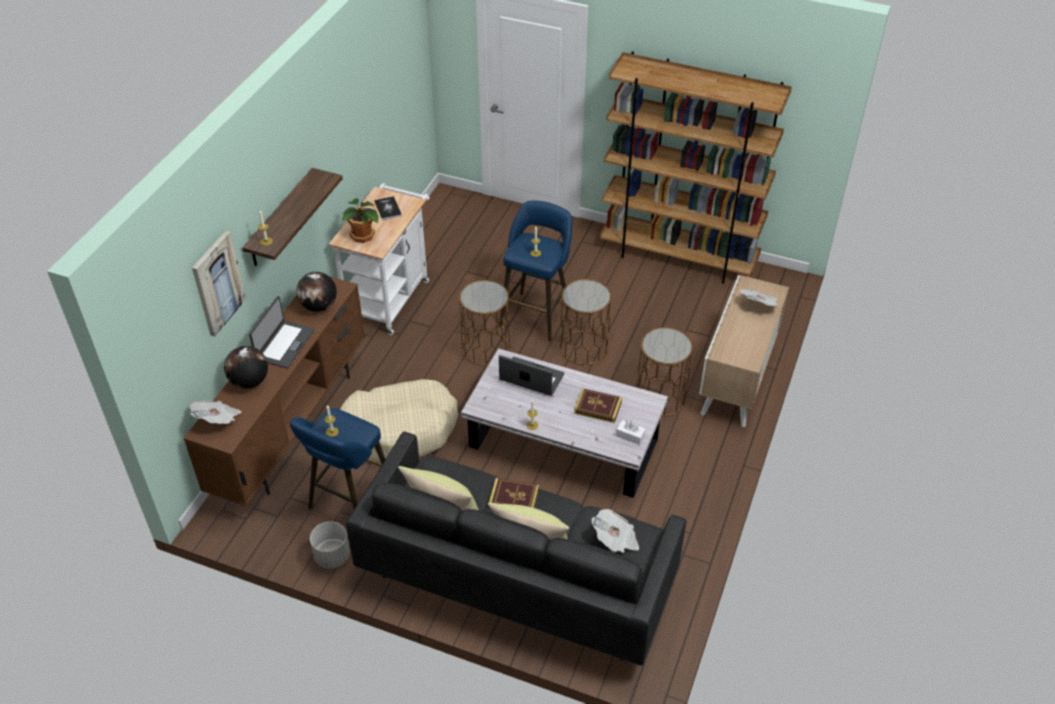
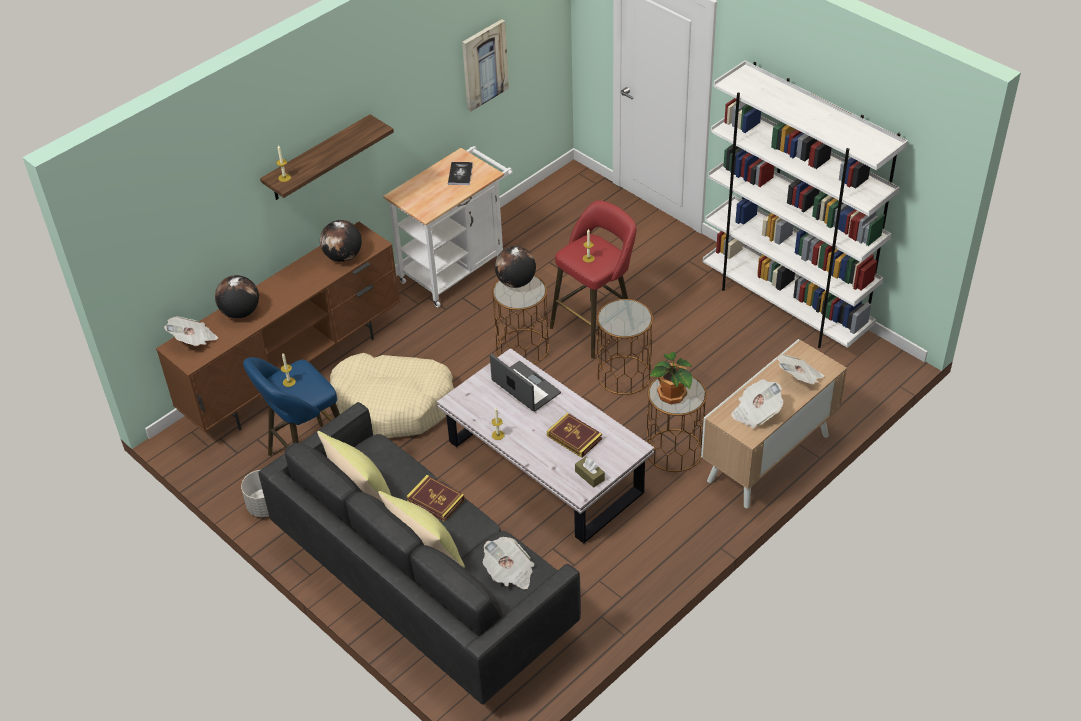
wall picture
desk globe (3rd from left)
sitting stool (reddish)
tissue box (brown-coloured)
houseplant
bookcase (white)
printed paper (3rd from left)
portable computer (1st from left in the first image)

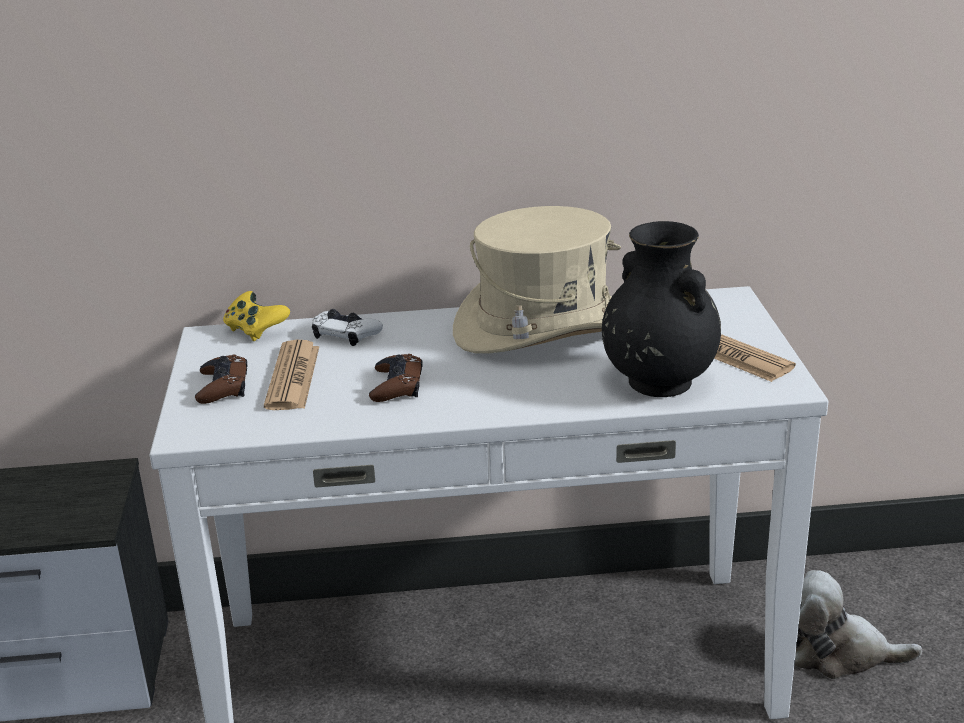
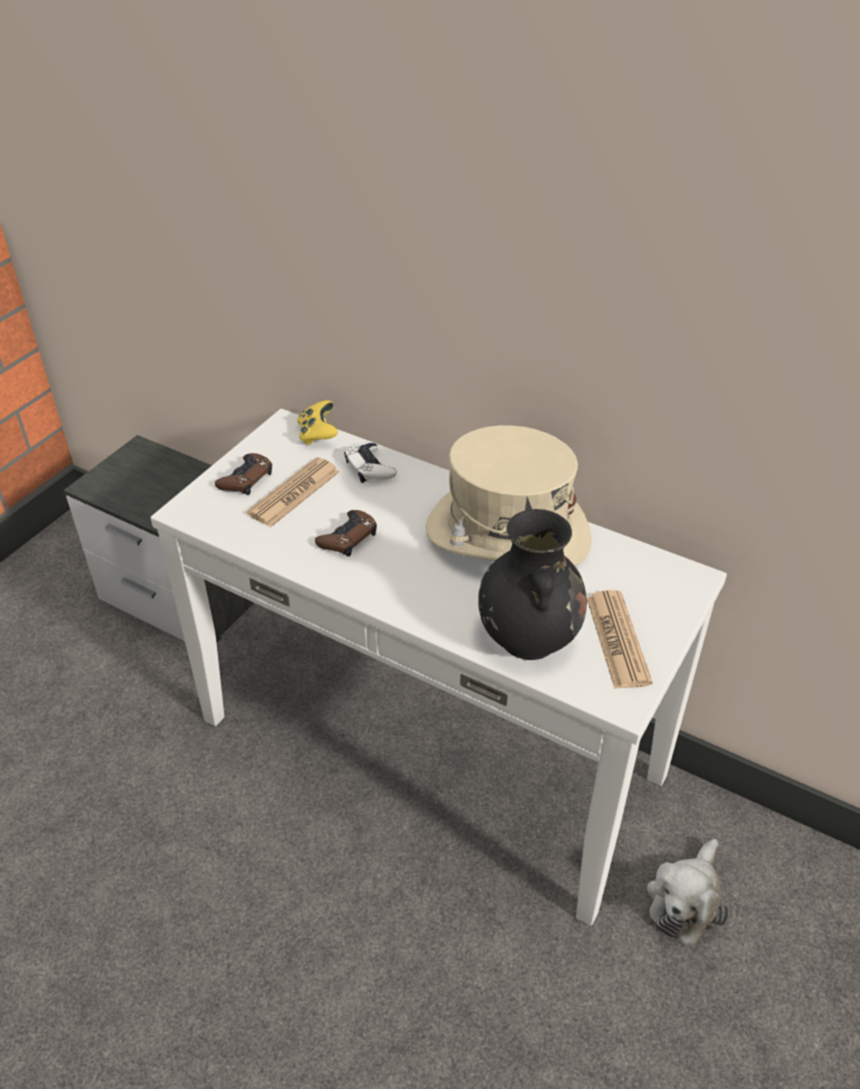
soft toy

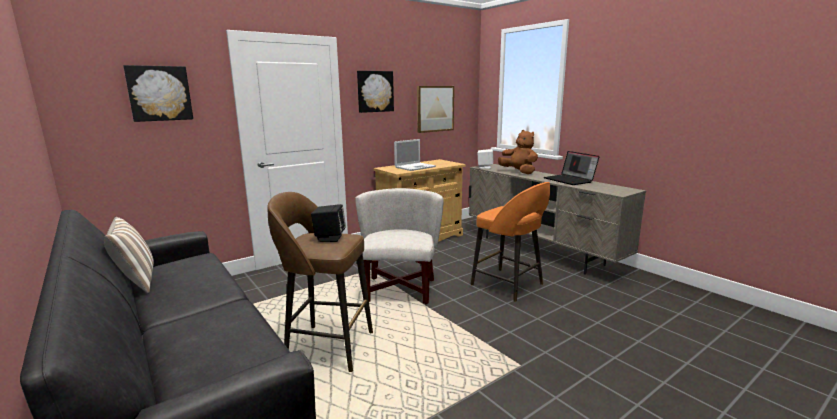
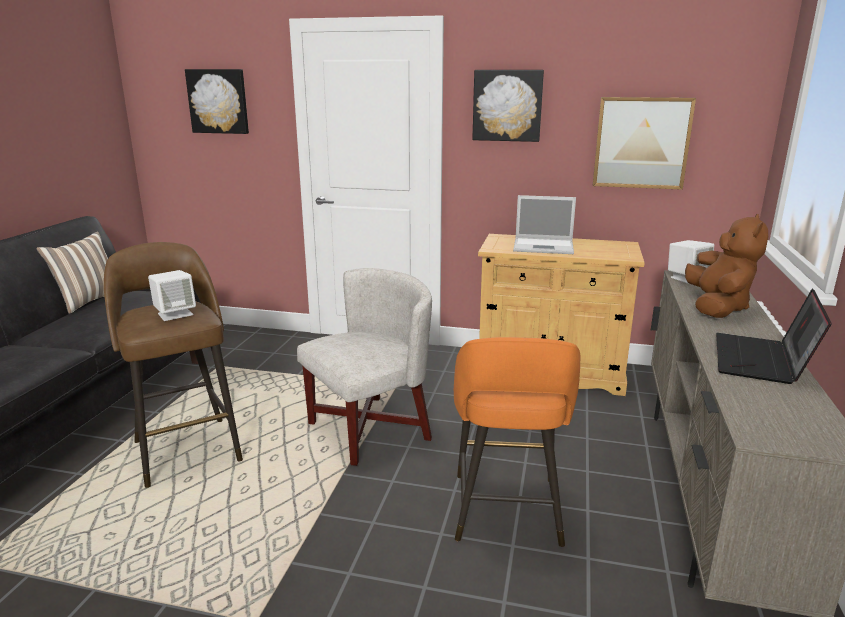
speaker (white) (1st from left)

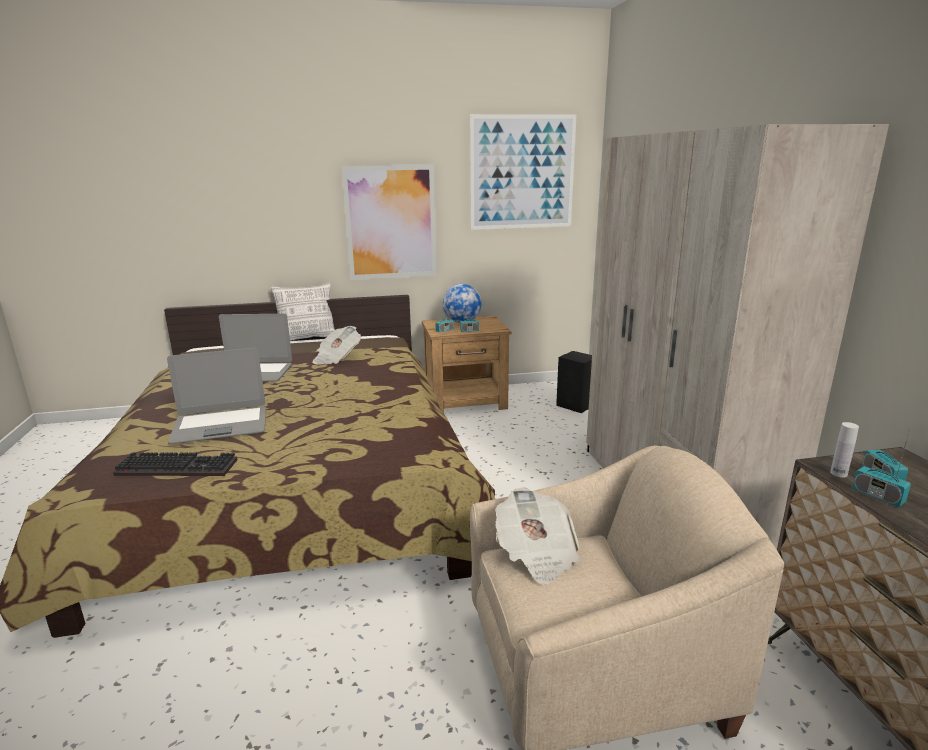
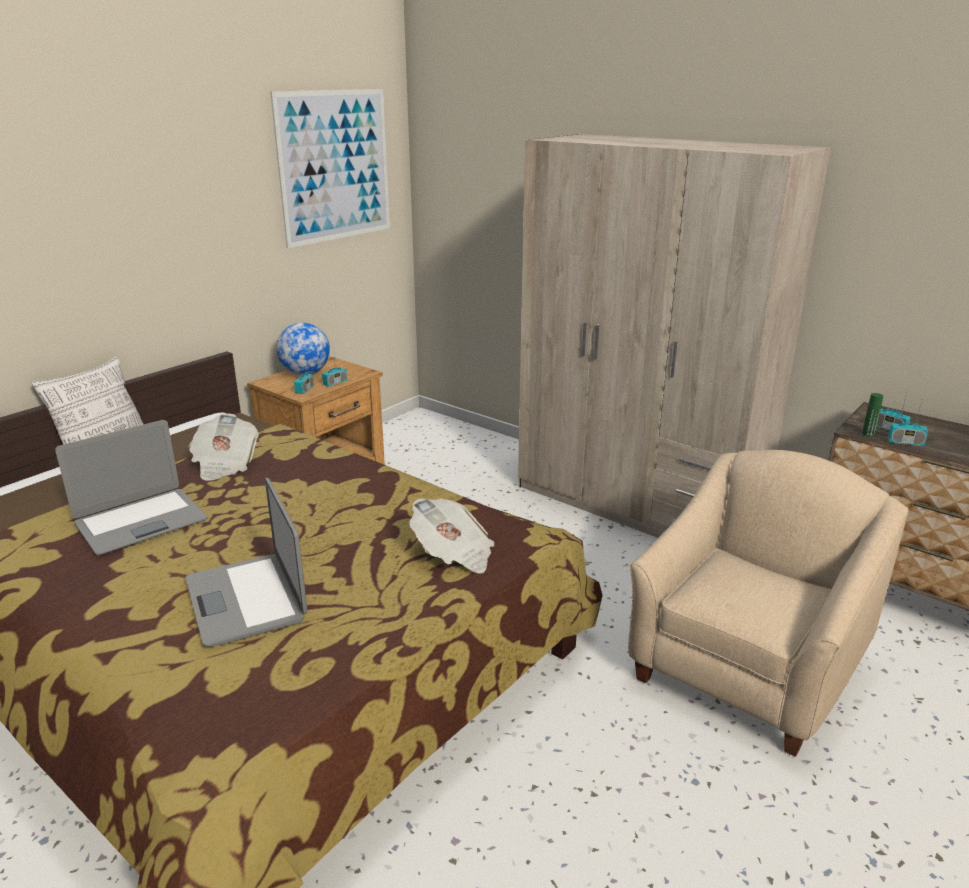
portable computer (2nd from left)
printed paper (2nd from left)
beverage bottle (greenish)
computer keyboard
wall picture (1st from left in the first image)
speaker (blackish)

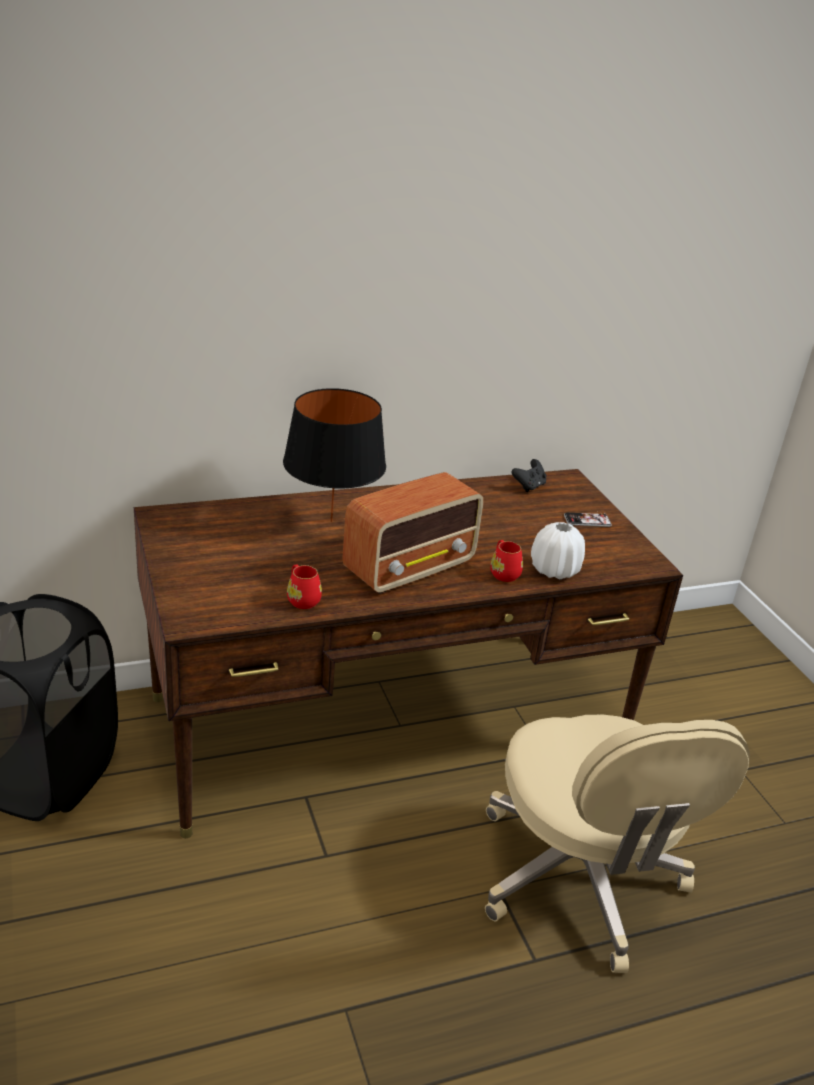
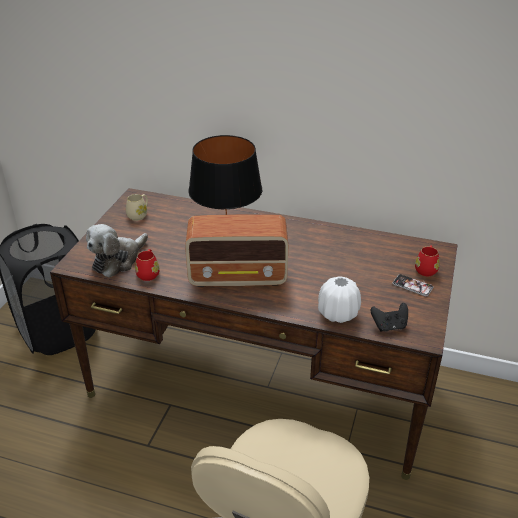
soft toy
mug (beige-coloured)
game controller (blackish)
mug (reddish) (2nd from left)

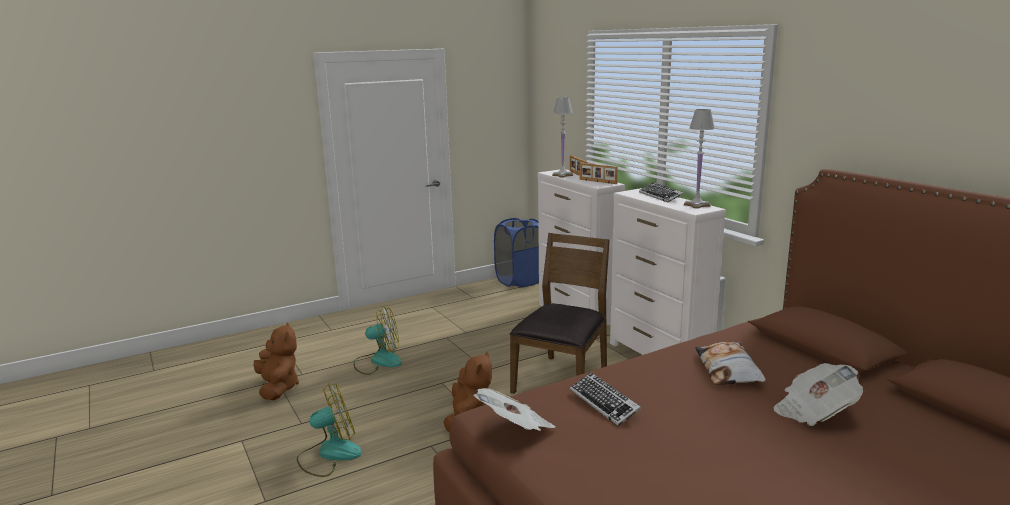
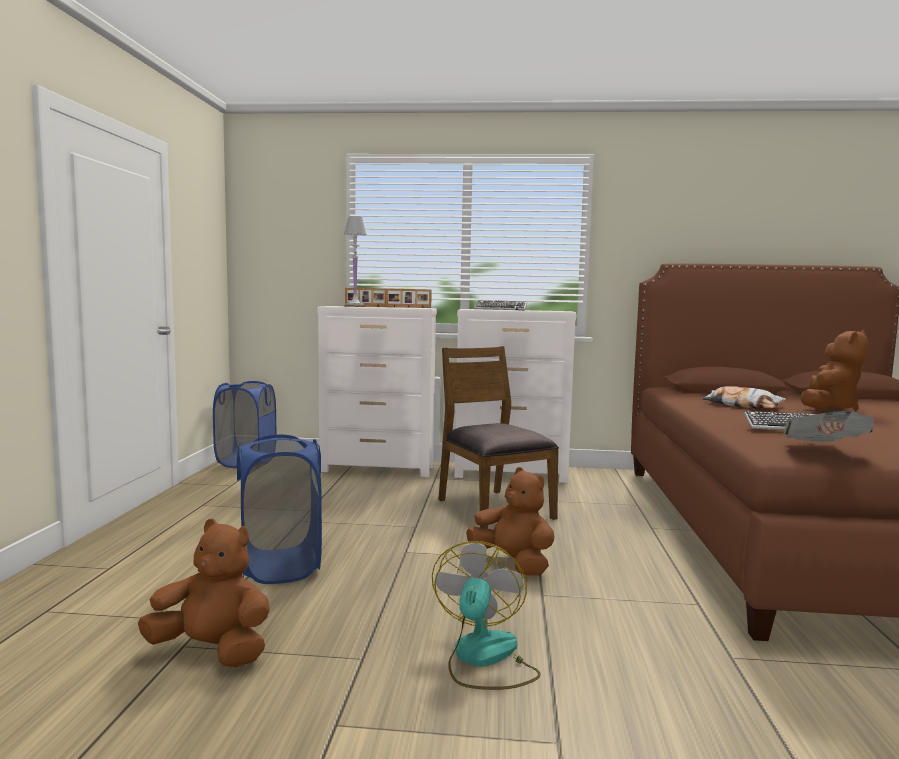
hamper (blue-coloured) (2nd from left)
soft toy (brown-coloured) (3rd from left)
lamp for a table (white) (2nd from left in the first image)

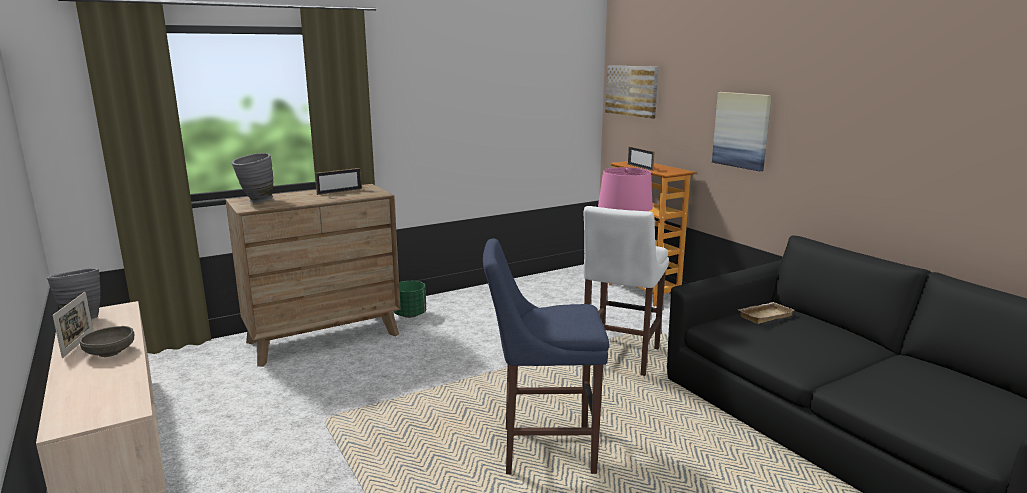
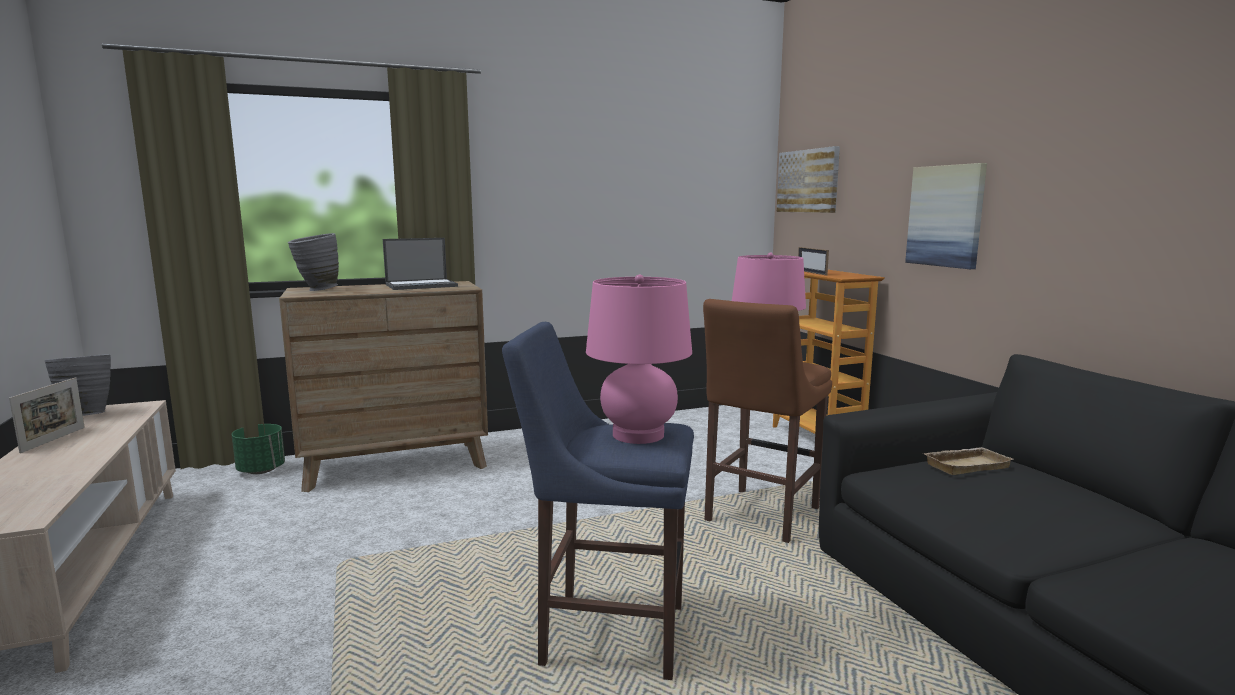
plant pot (greenish)
portable computer
lamp for a table (pink-coloured) (1st from left)
sitting stool (brown-coloured)
serving bowl (greyish)

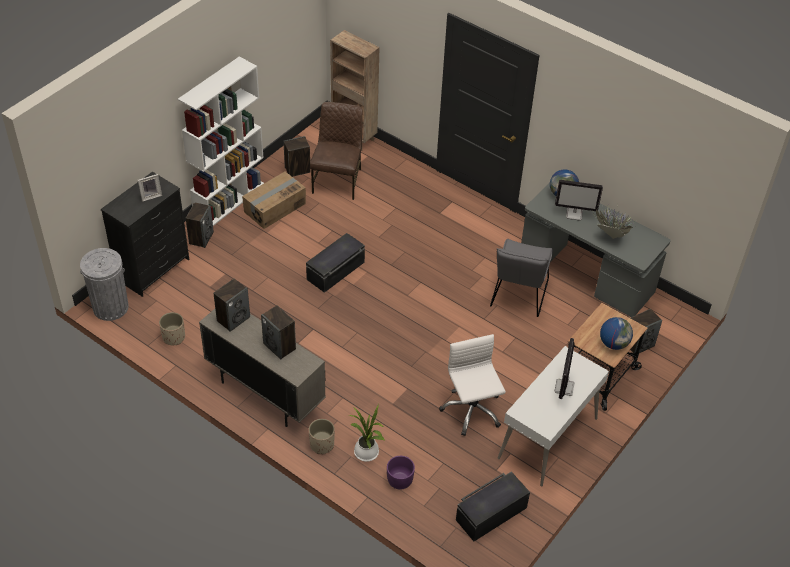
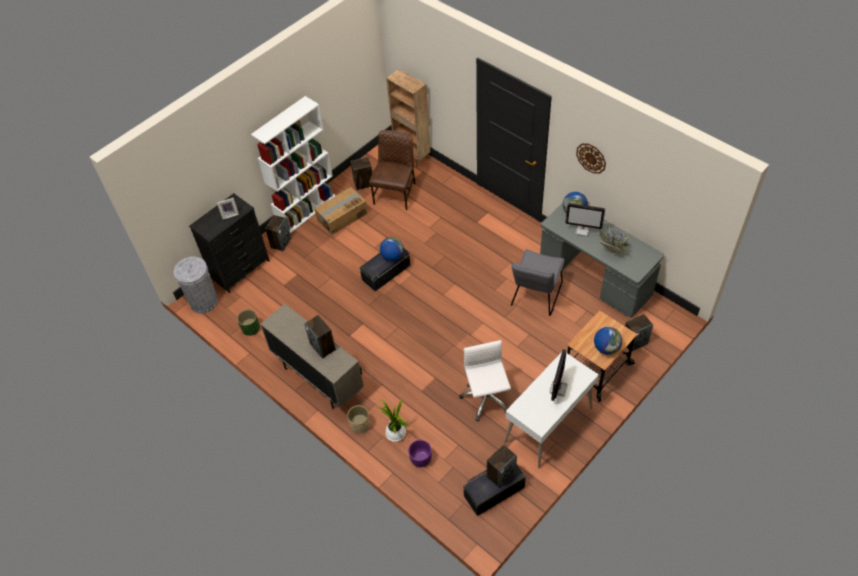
plant pot (greenish)
desk globe (1st from left)
speaker (4th from left)
hanging clock

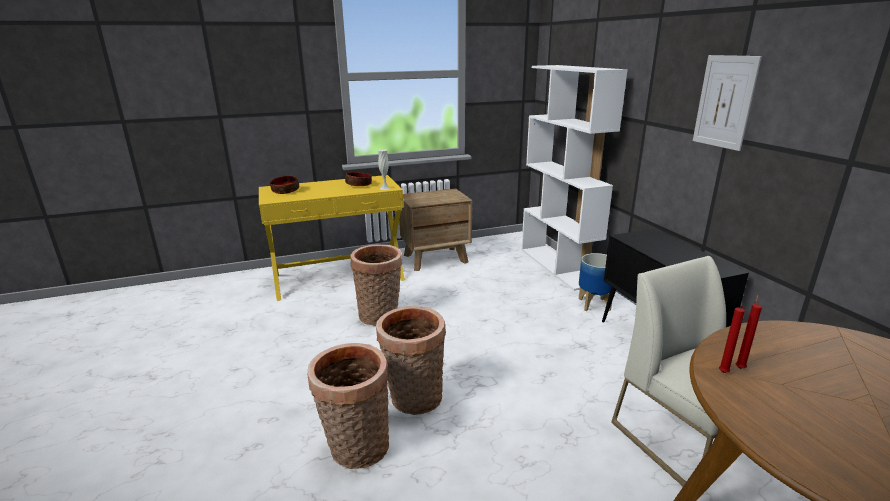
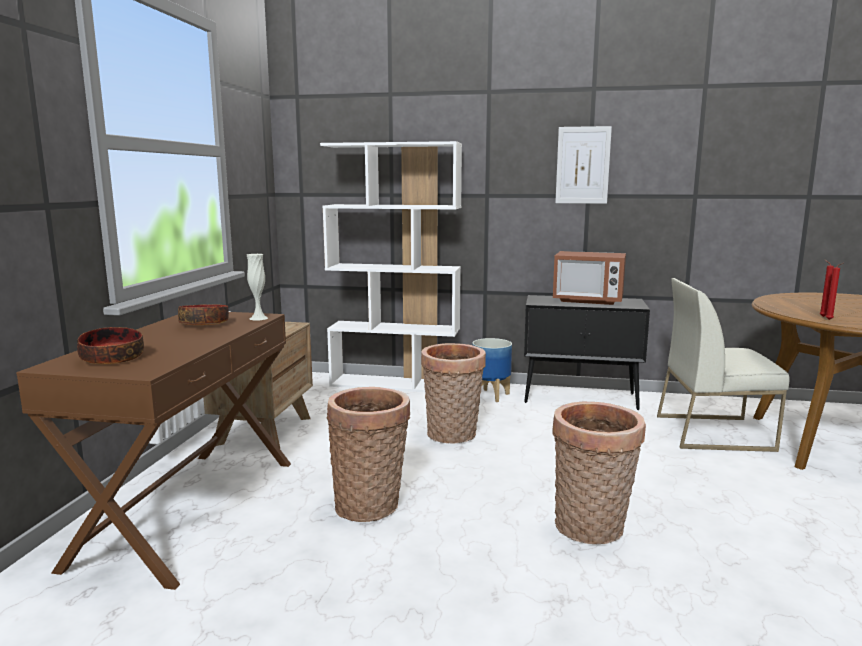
hall table (brown-coloured)
household basket (2nd from left)
kitchen microwave

